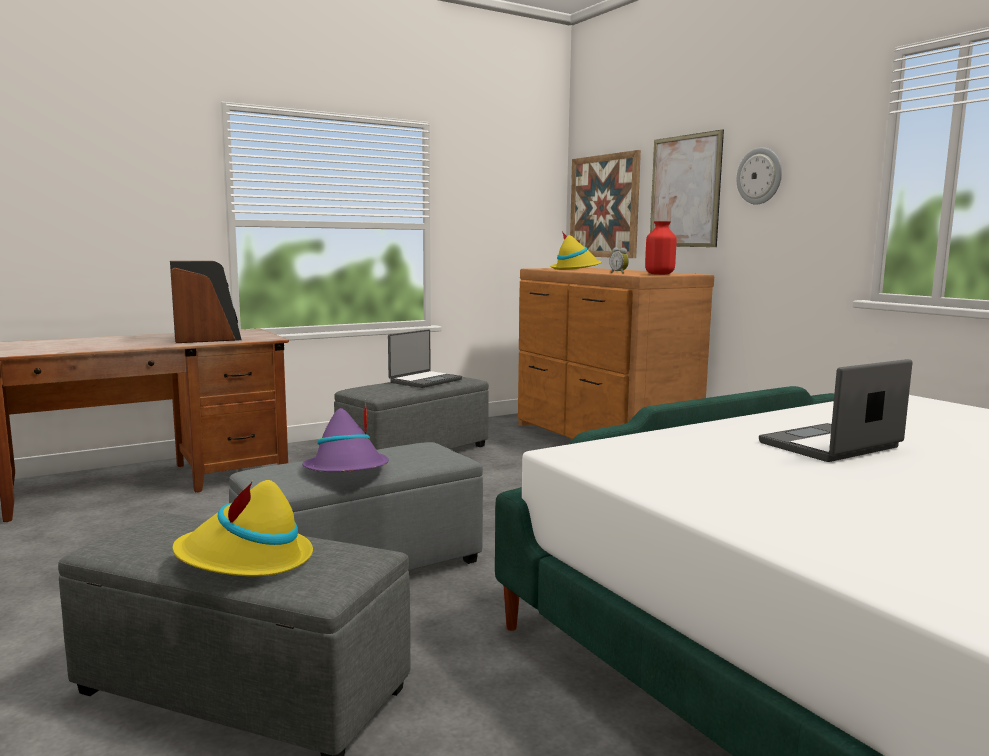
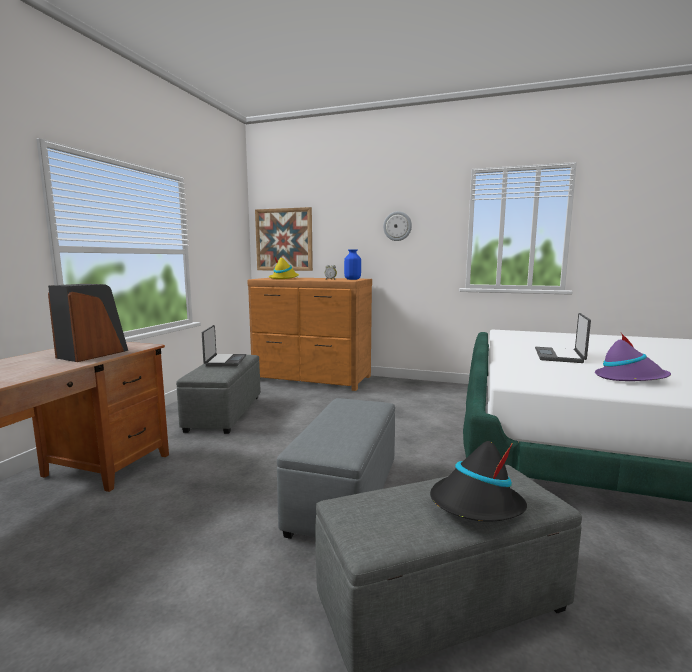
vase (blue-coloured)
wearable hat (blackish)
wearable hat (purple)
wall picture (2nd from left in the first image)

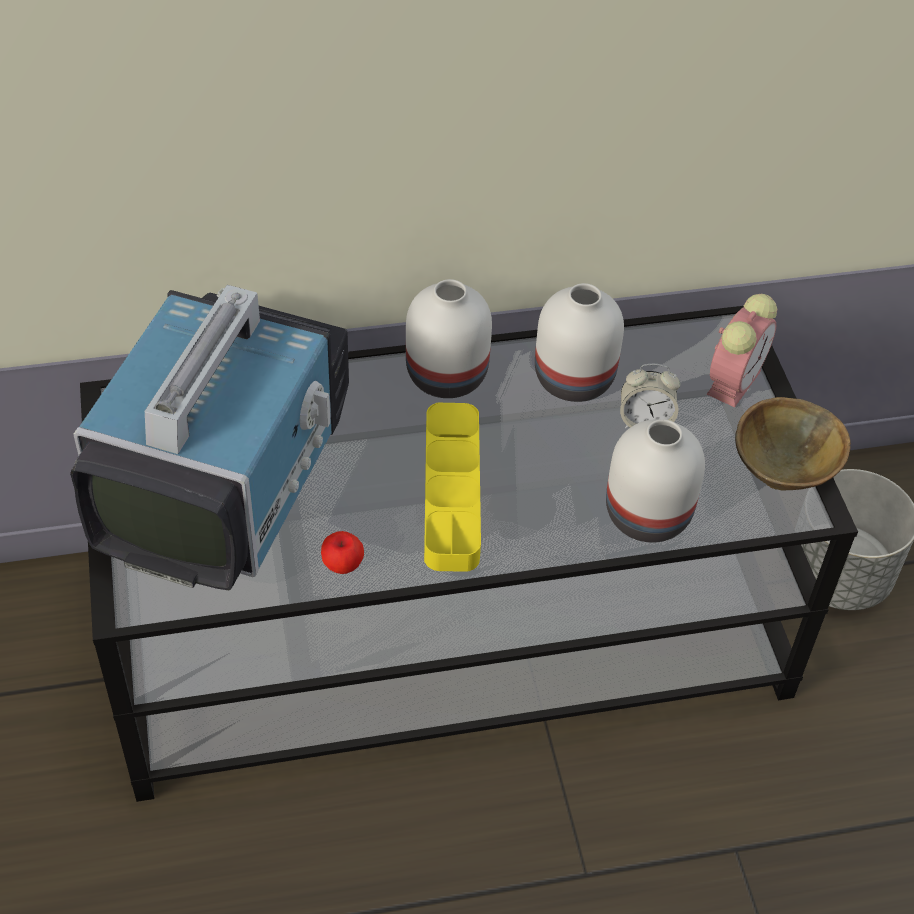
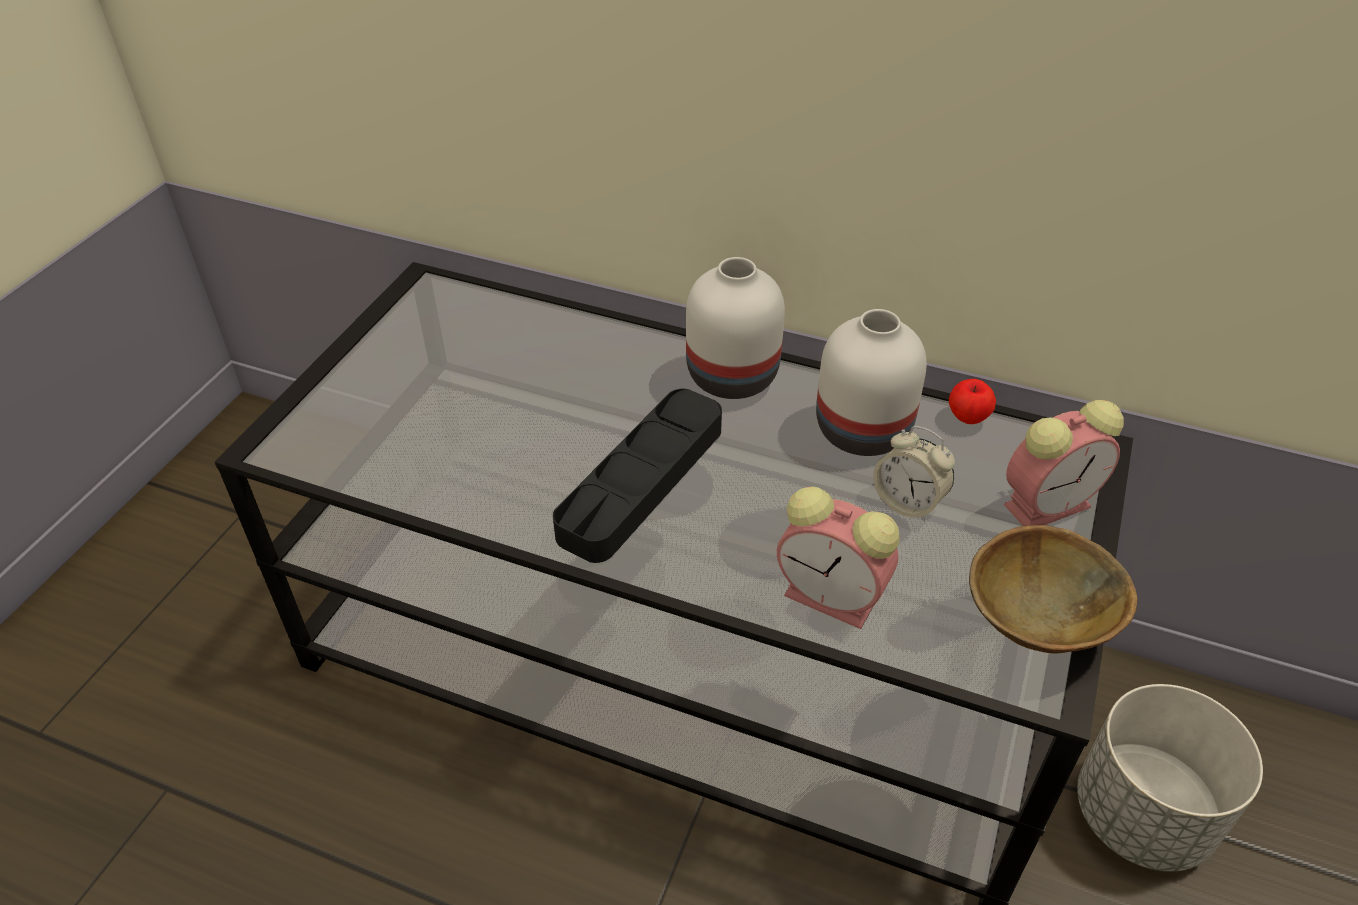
carrying tray (blackish)
alarm clock (1st from left)
apple fruit
television

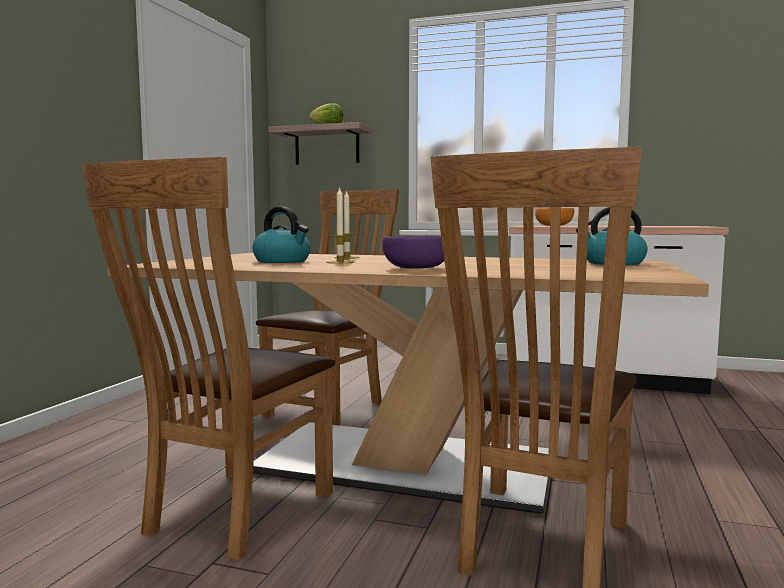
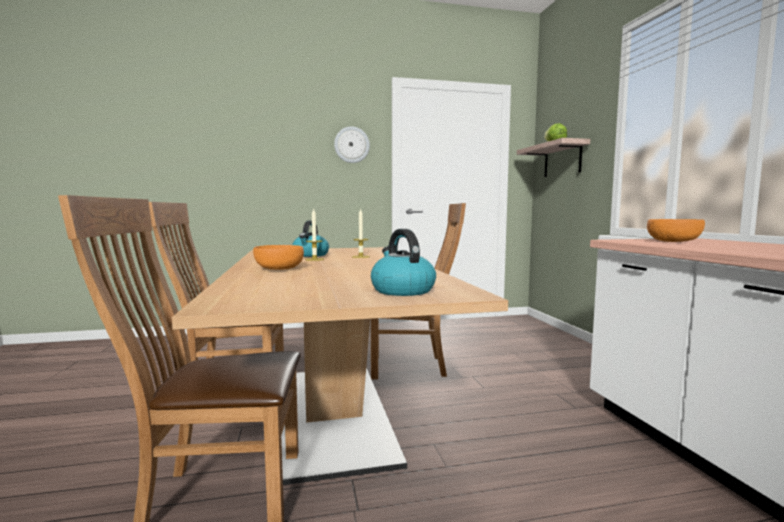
serving bowl (orange) (1st from left)
hanging clock

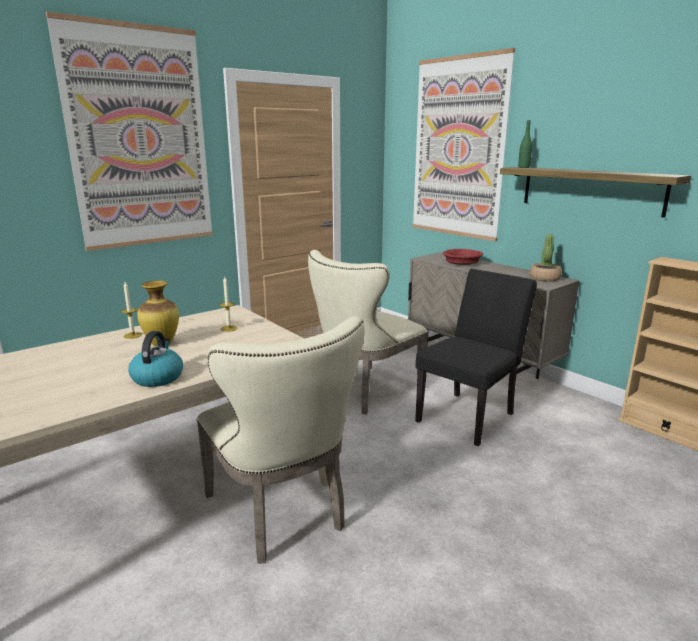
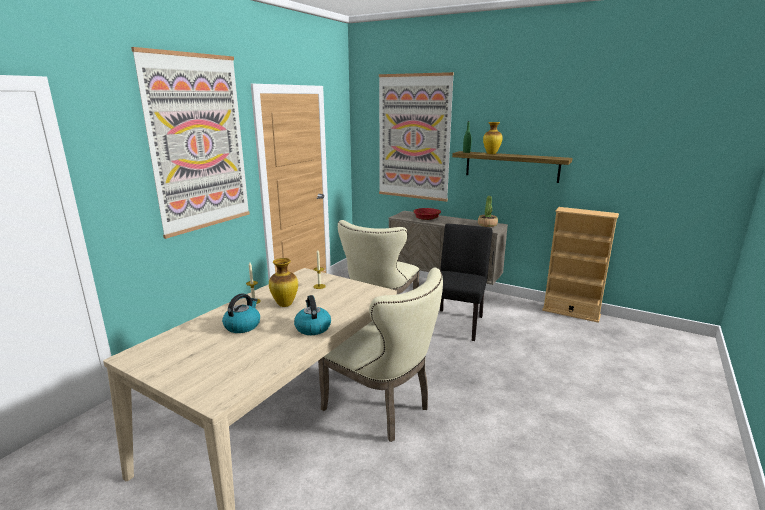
kettle (1st from left)
vase (2nd from left)

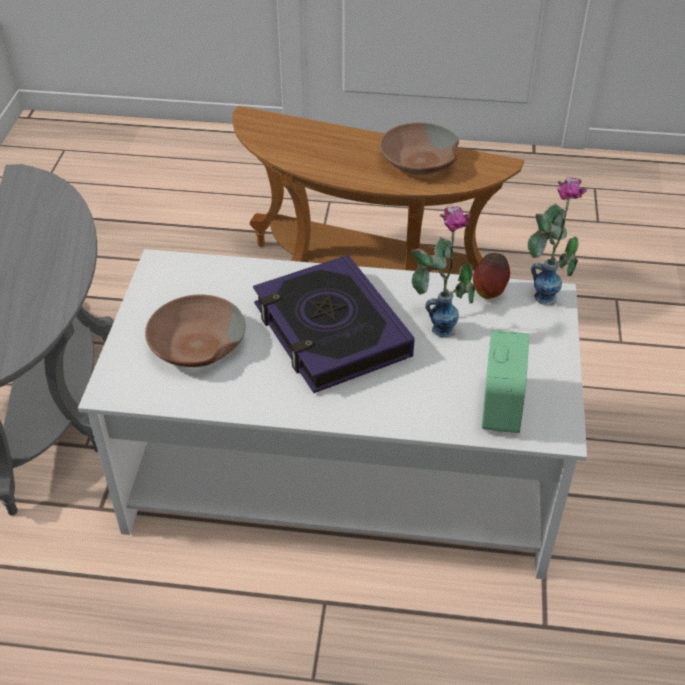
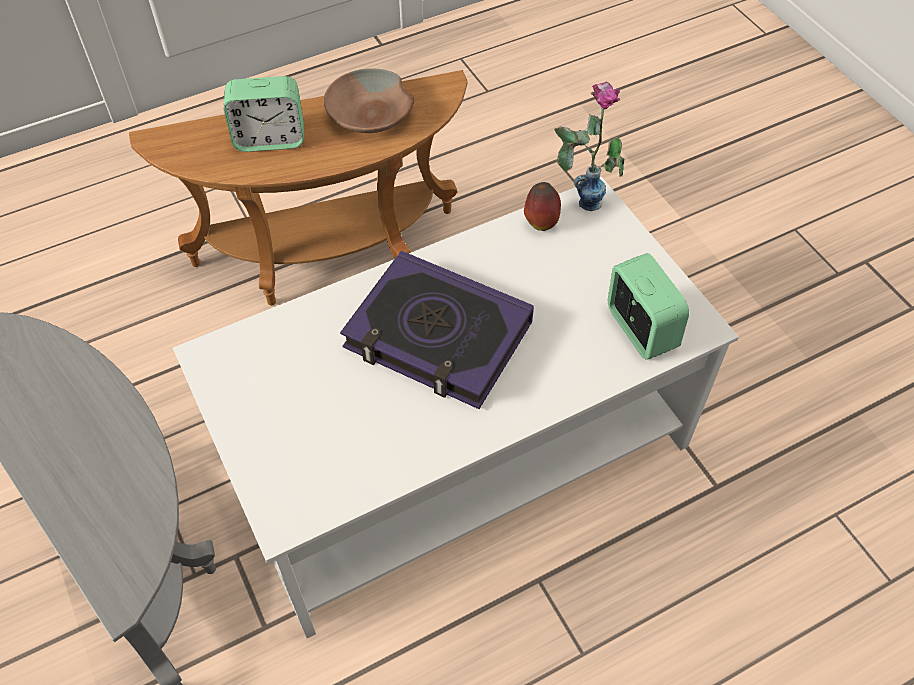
alarm clock (1st from left)
serving bowl (brown-coloured) (1st from left in the first image)
vase (1st from left in the first image)

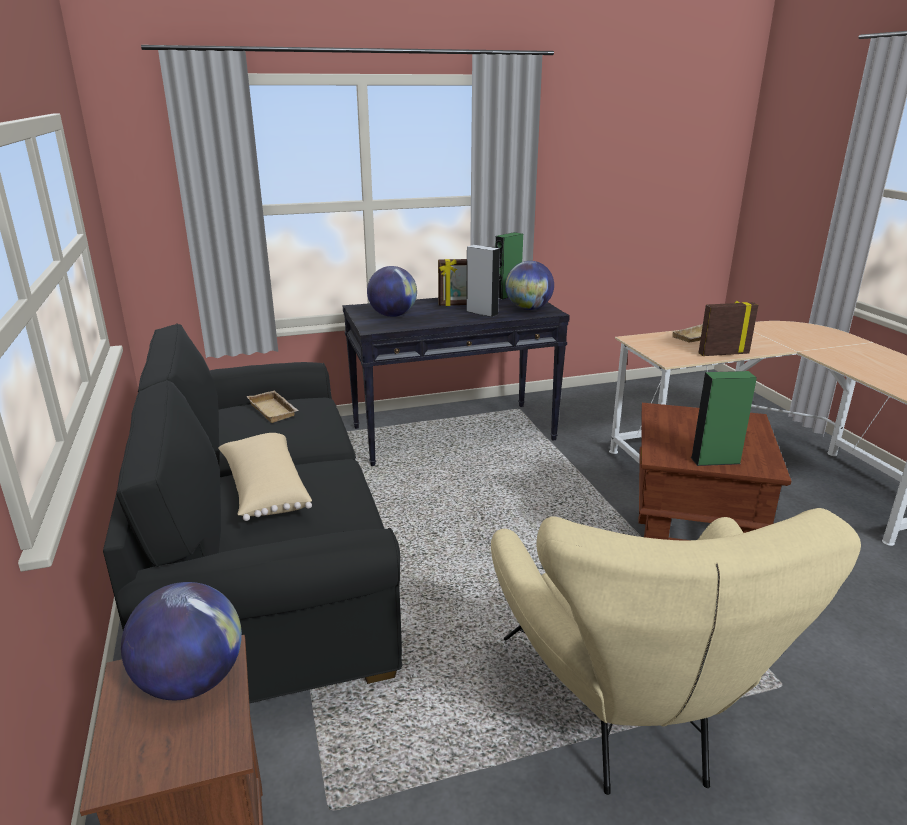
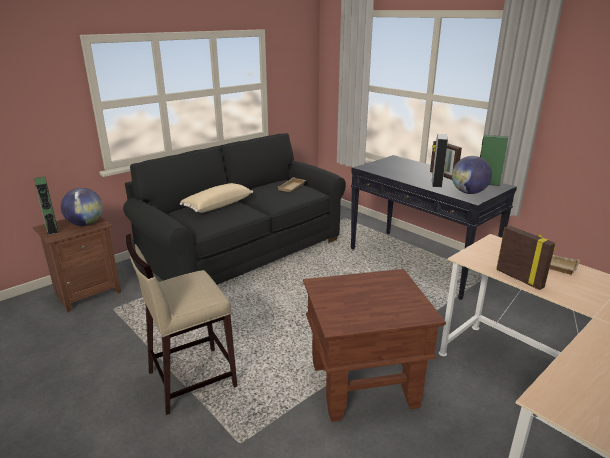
speaker (greenish) (1st from left)
sitting stool (beige-coloured)
desk globe (2nd from left in the first image)

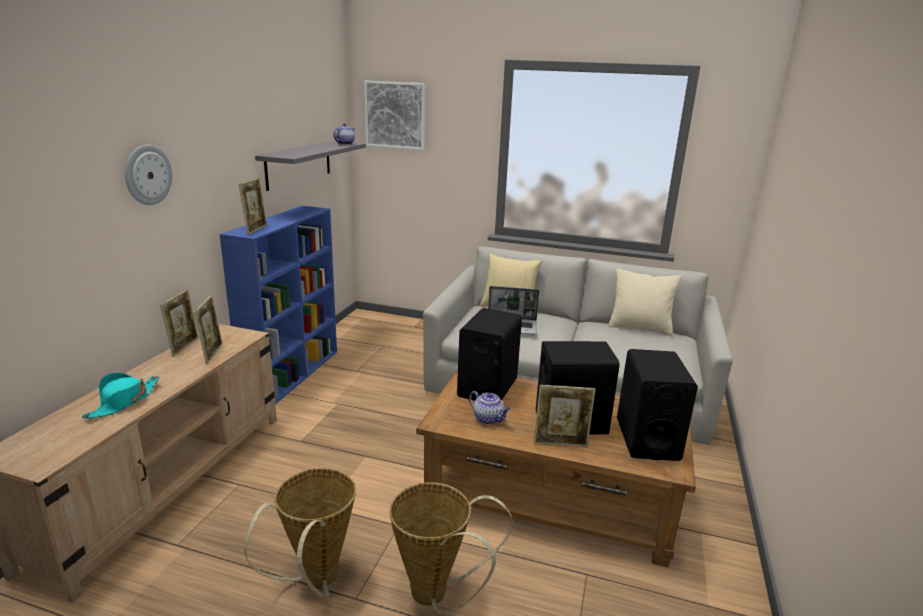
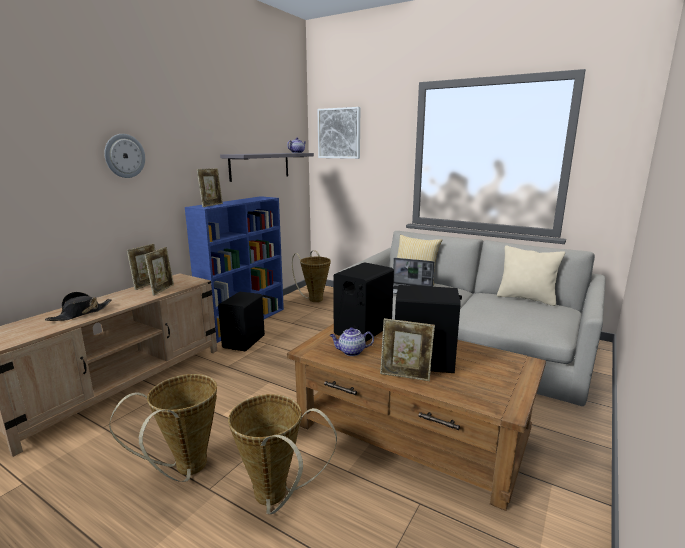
wearable hat (blackish)
speaker (blackish) (1st from left)
household basket (3rd from left)
tea pot (2nd from left)

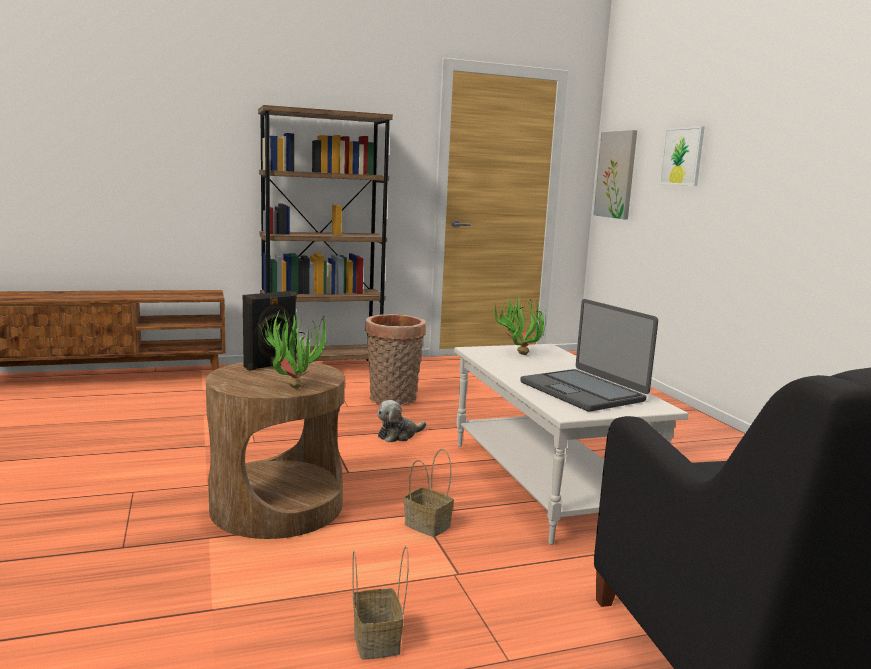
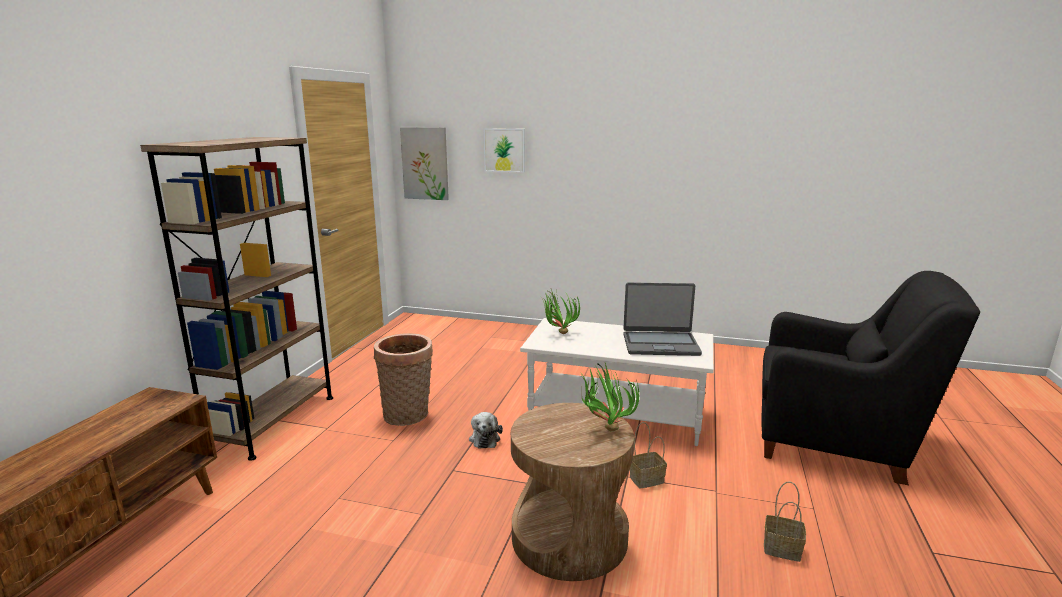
speaker (blackish)

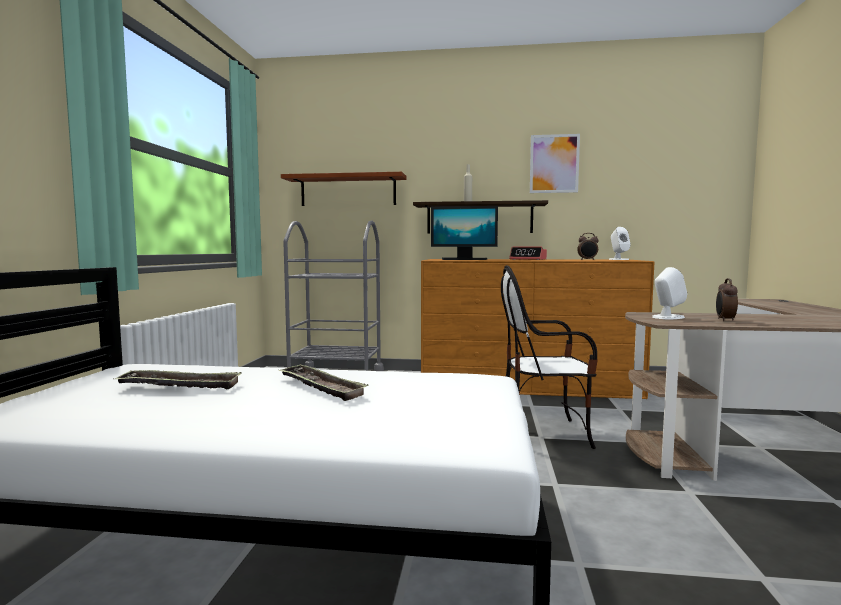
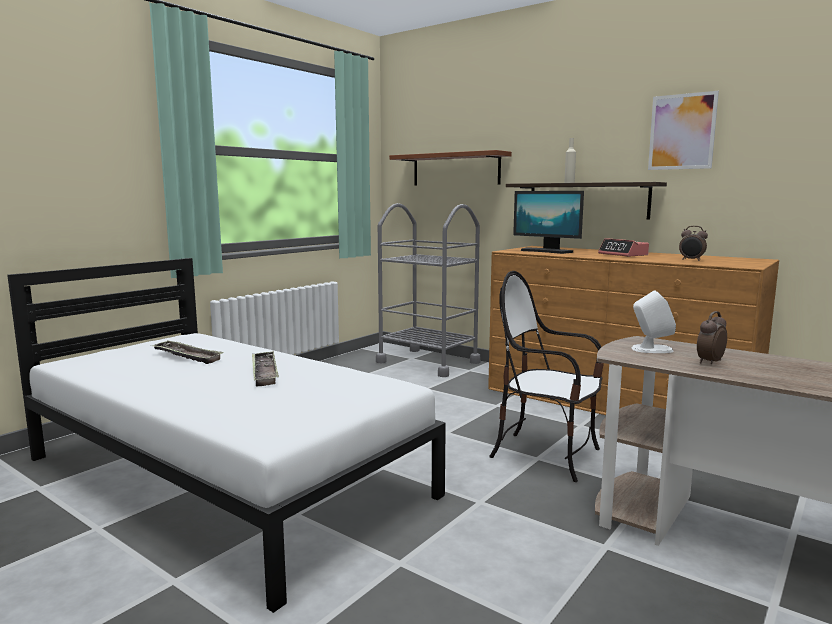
speaker (white) (1st from left in the first image)

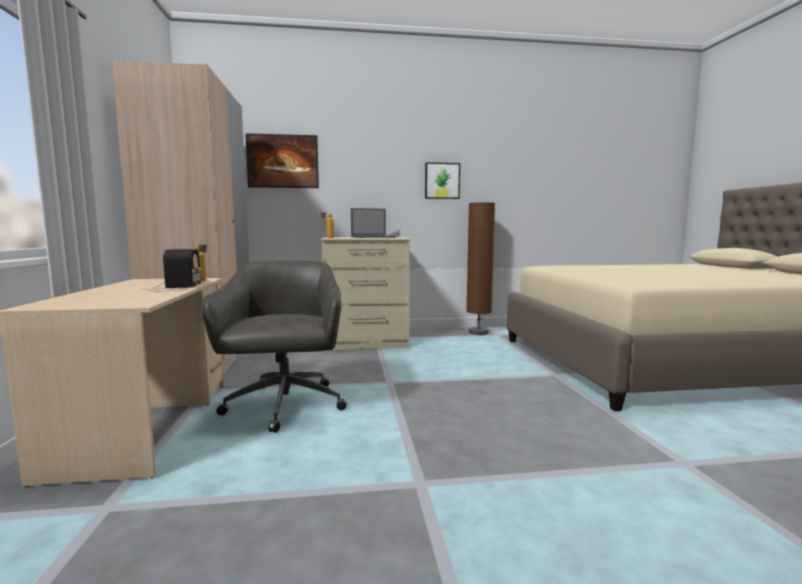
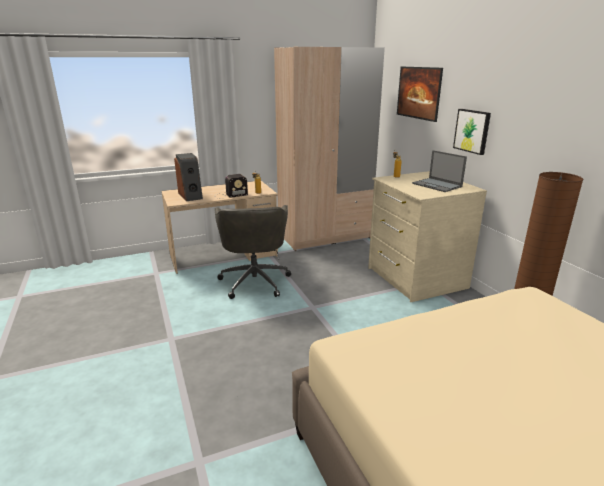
speaker
desk chair (greyish)
wall picture (2nd from left)

